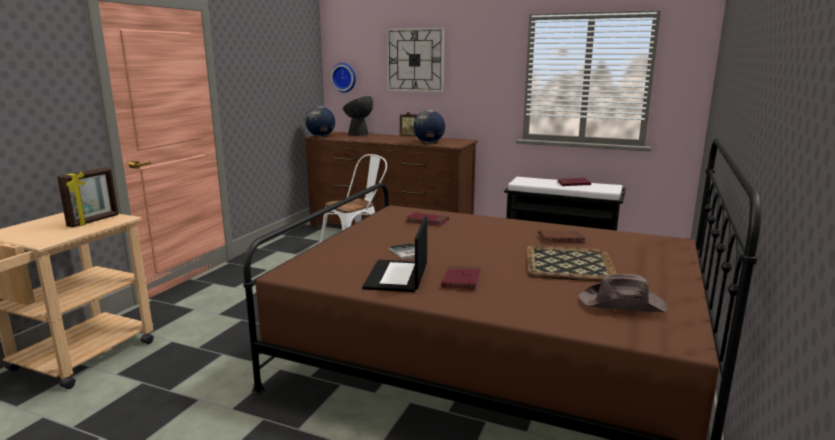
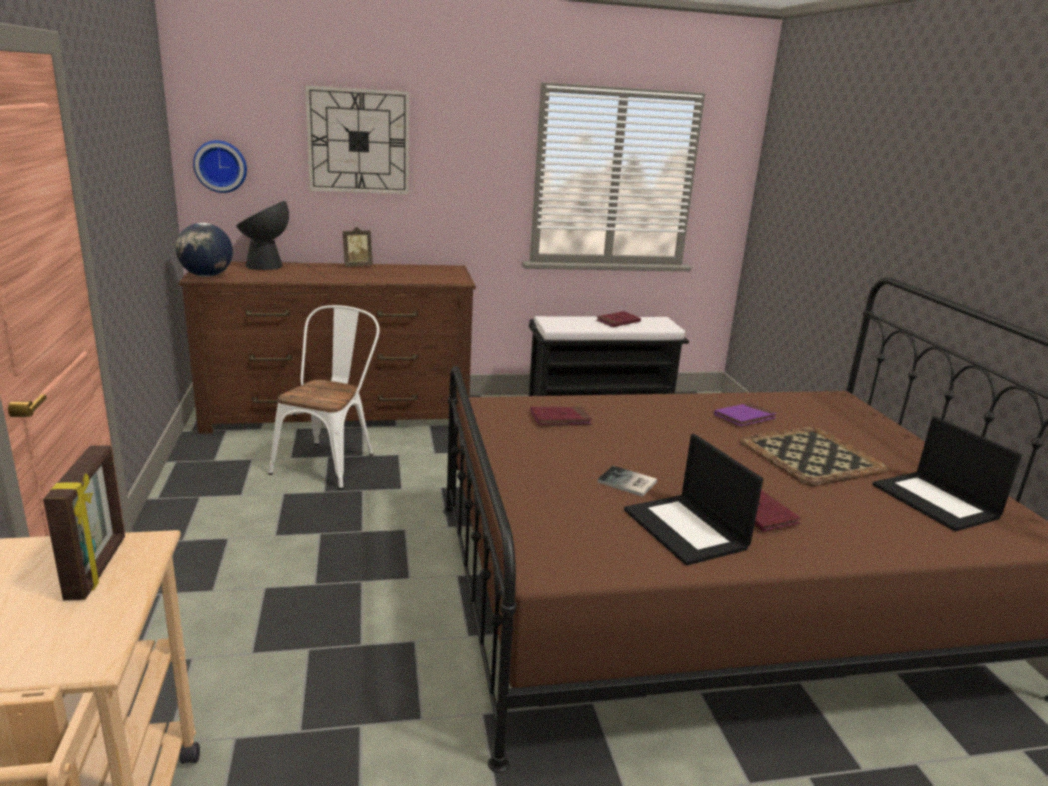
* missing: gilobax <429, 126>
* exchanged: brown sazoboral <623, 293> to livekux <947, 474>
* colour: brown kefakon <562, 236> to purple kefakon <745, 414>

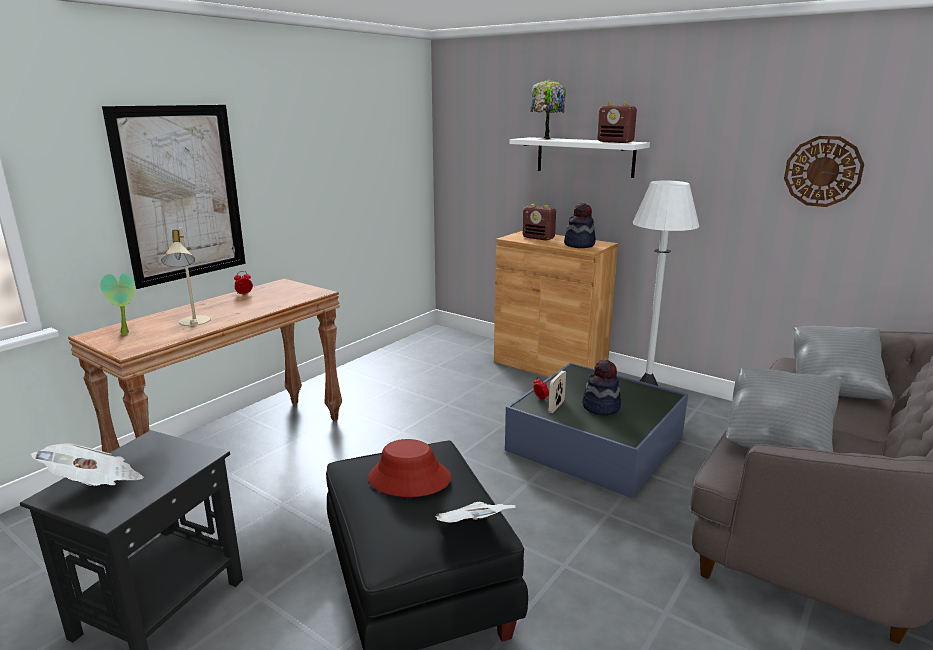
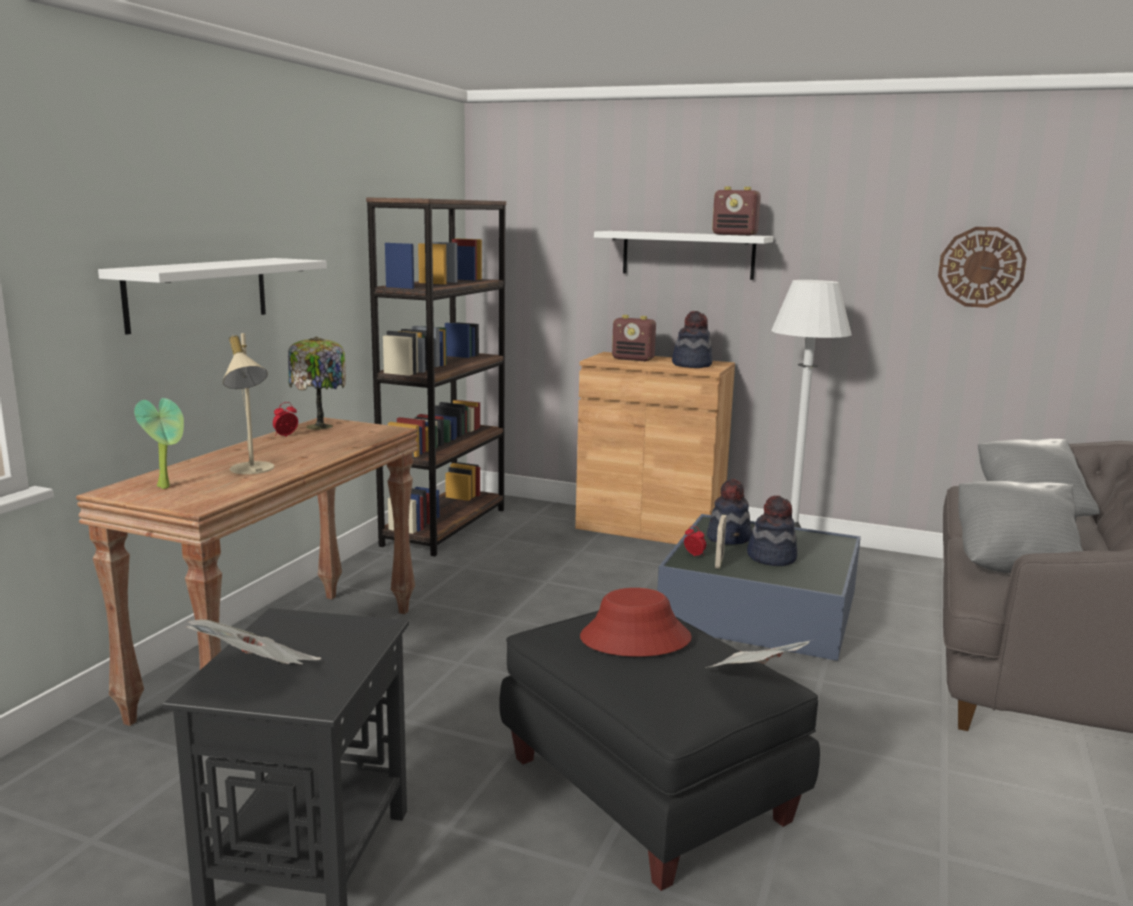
* appeared: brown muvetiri <436, 376>
* appeared: sazoboral <729, 512>
* relocated: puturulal <548, 109> to <317, 383>
* exchanged: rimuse <174, 197> to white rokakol <212, 296>

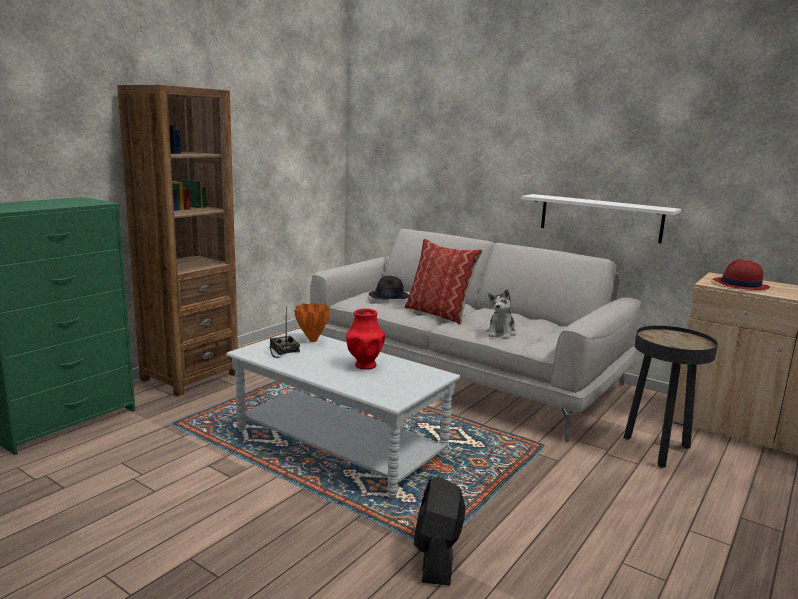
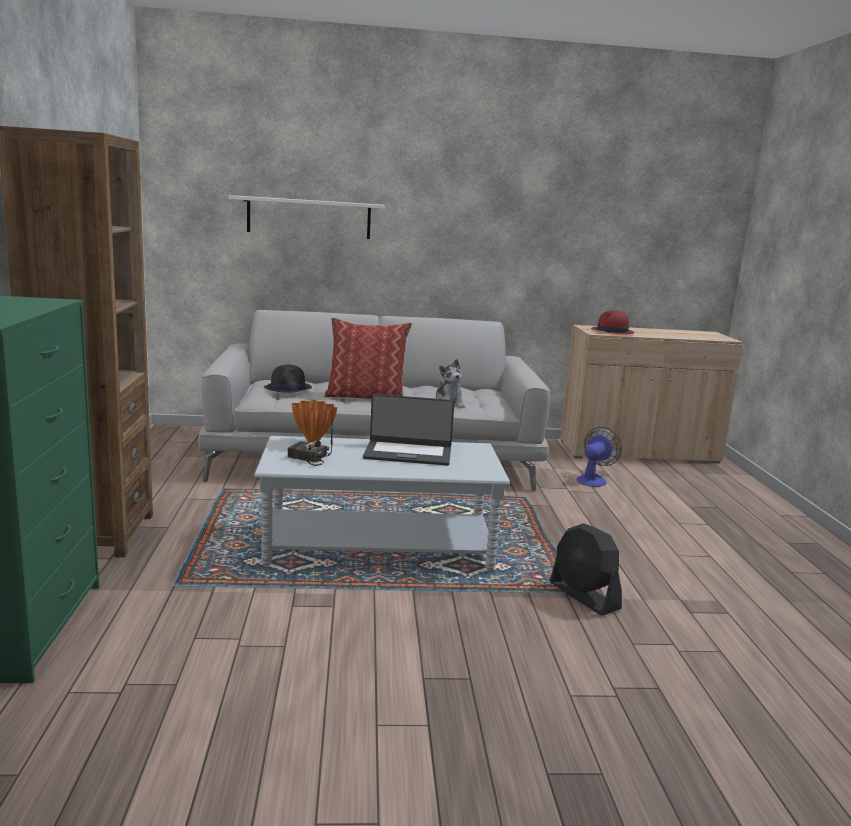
* relocated: white rokakol <601, 218> to <307, 217>
* exchanged: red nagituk <365, 339> to livekux <408, 430>
* exchanged: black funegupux <671, 397> to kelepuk <599, 457>

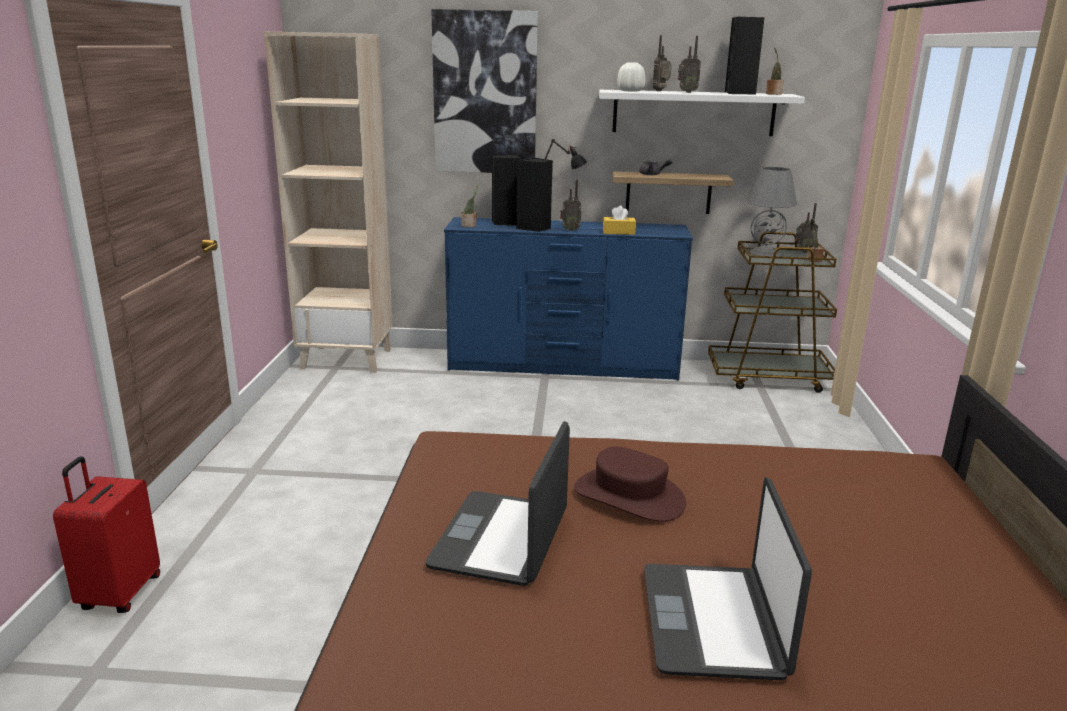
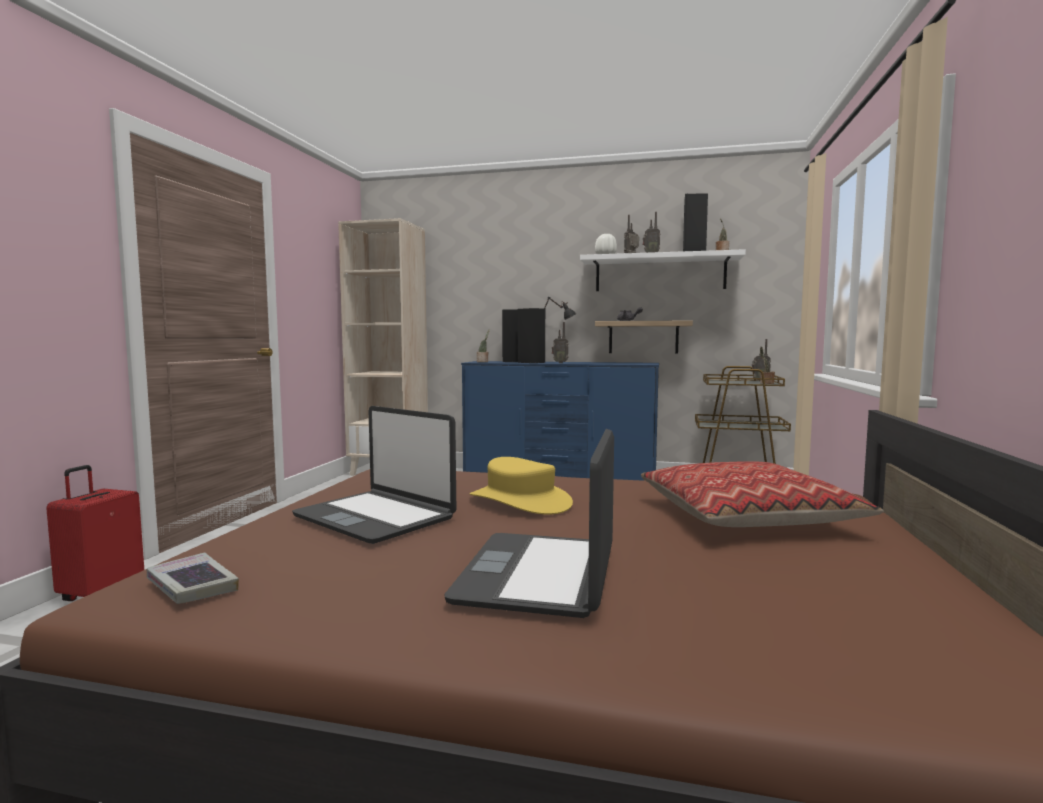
* missing: rimuse <484, 91>
* missing: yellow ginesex <619, 220>
* missing: grey puturulal <772, 211>
* appeared: kefakon <193, 578>
* appeared: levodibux <762, 494>
* colour: brown sazoboral <630, 484> to yellow sazoboral <521, 486>
* spun: livekux <497, 503> = <374, 475> 75 degrees counterclockwise

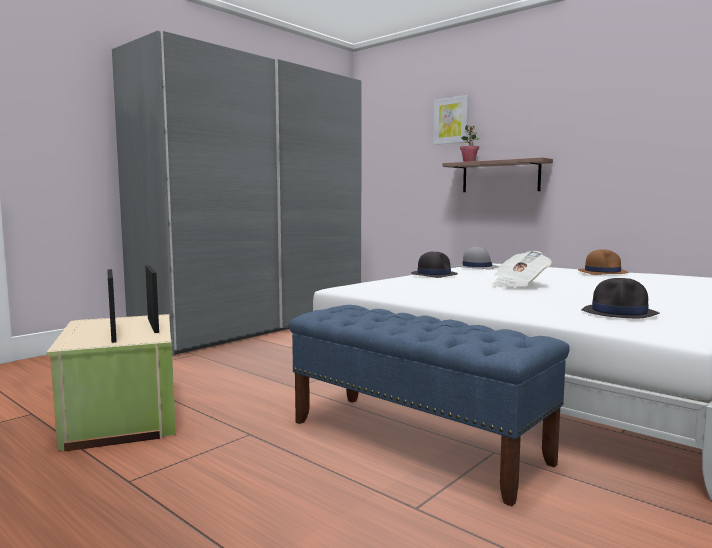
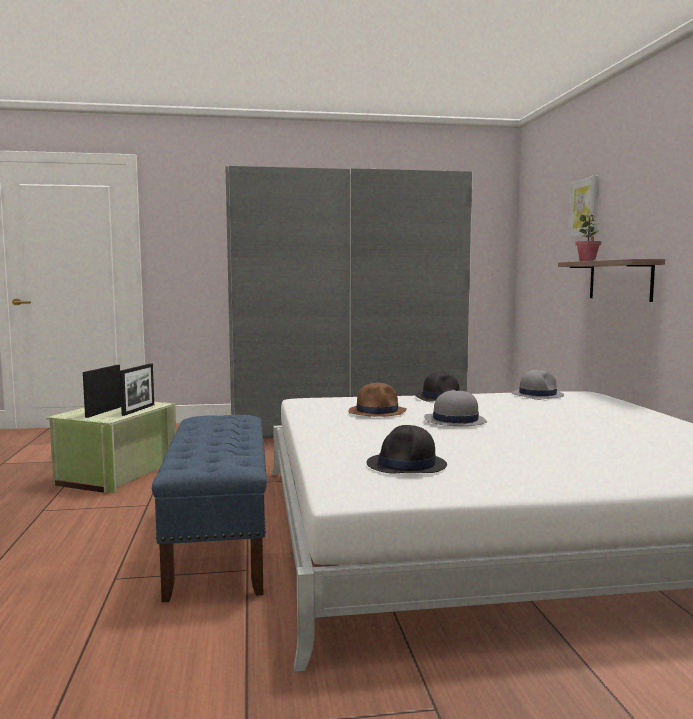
* relocated: brown sazoboral <603, 262> to <377, 400>
* exchanged: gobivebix <522, 269> to grey sazoboral <456, 408>
* colour: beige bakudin <111, 383> to green bakudin <111, 447>

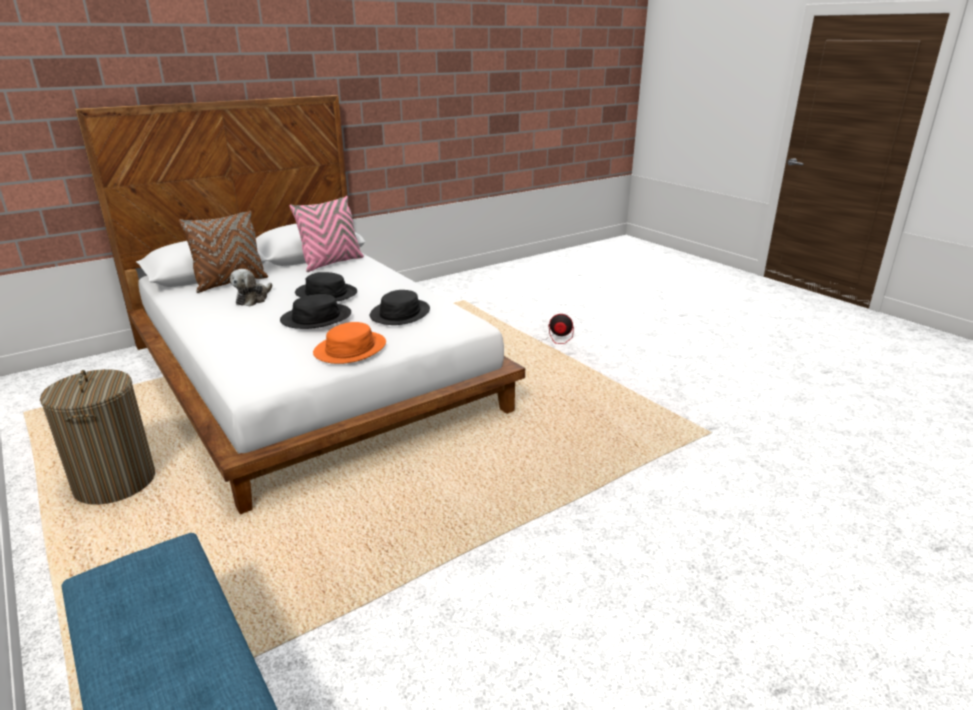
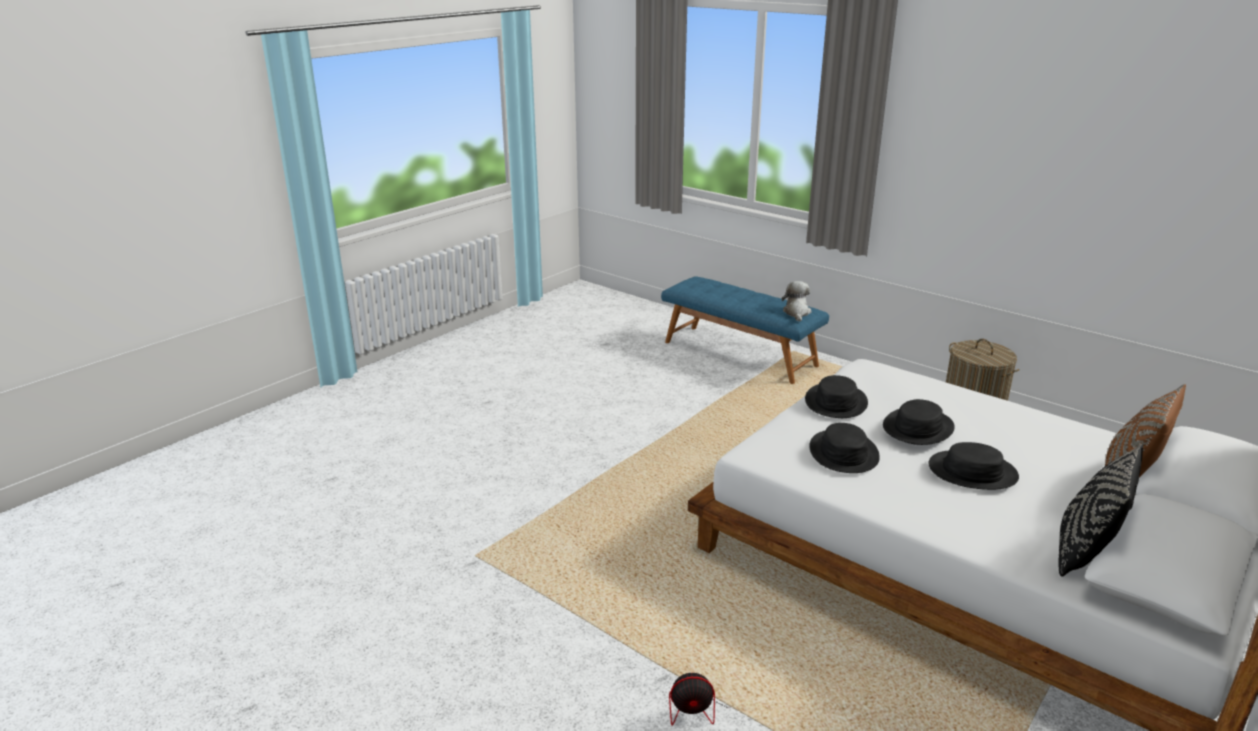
* relocated: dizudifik <251, 287> to <797, 301>
* colour: pink levodibux <326, 234> to black levodibux <1100, 510>
* colour: orange sazoboral <349, 343> to black sazoboral <836, 396>

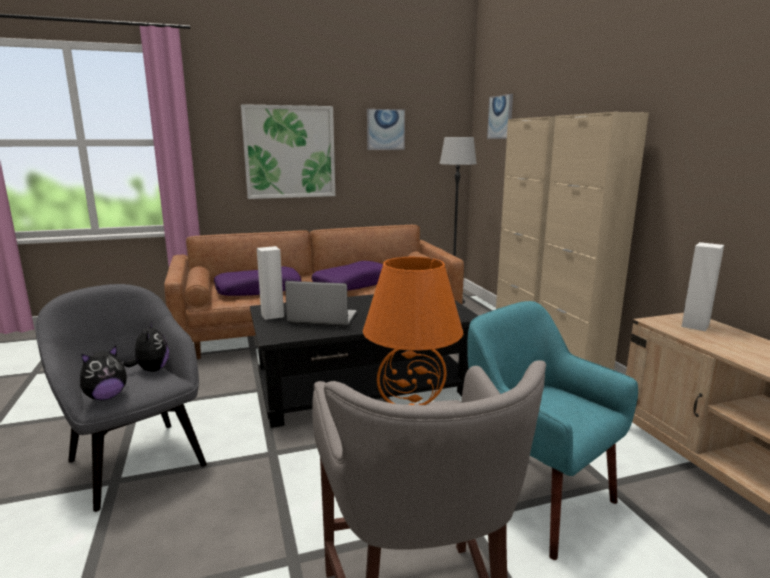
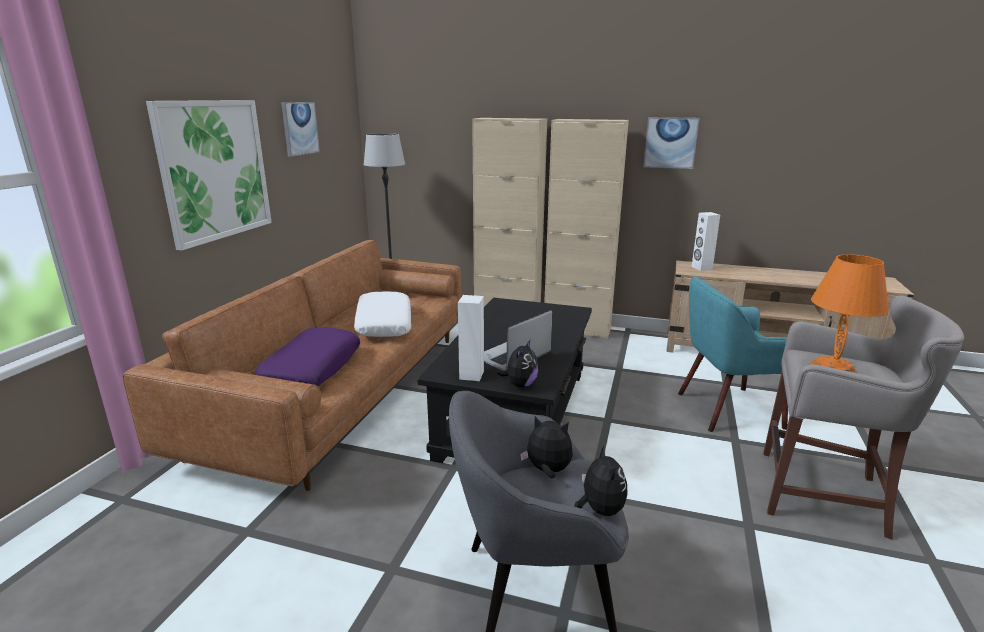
* appeared: dizudifik <517, 364>
* relocated: rimuse <500, 116> to <671, 143>
* colour: purple levodibux <347, 275> to white levodibux <382, 314>

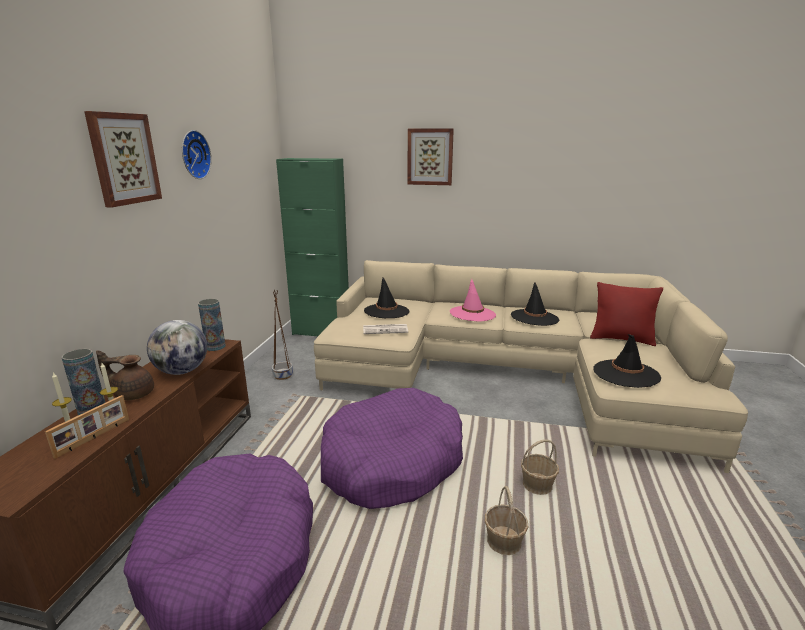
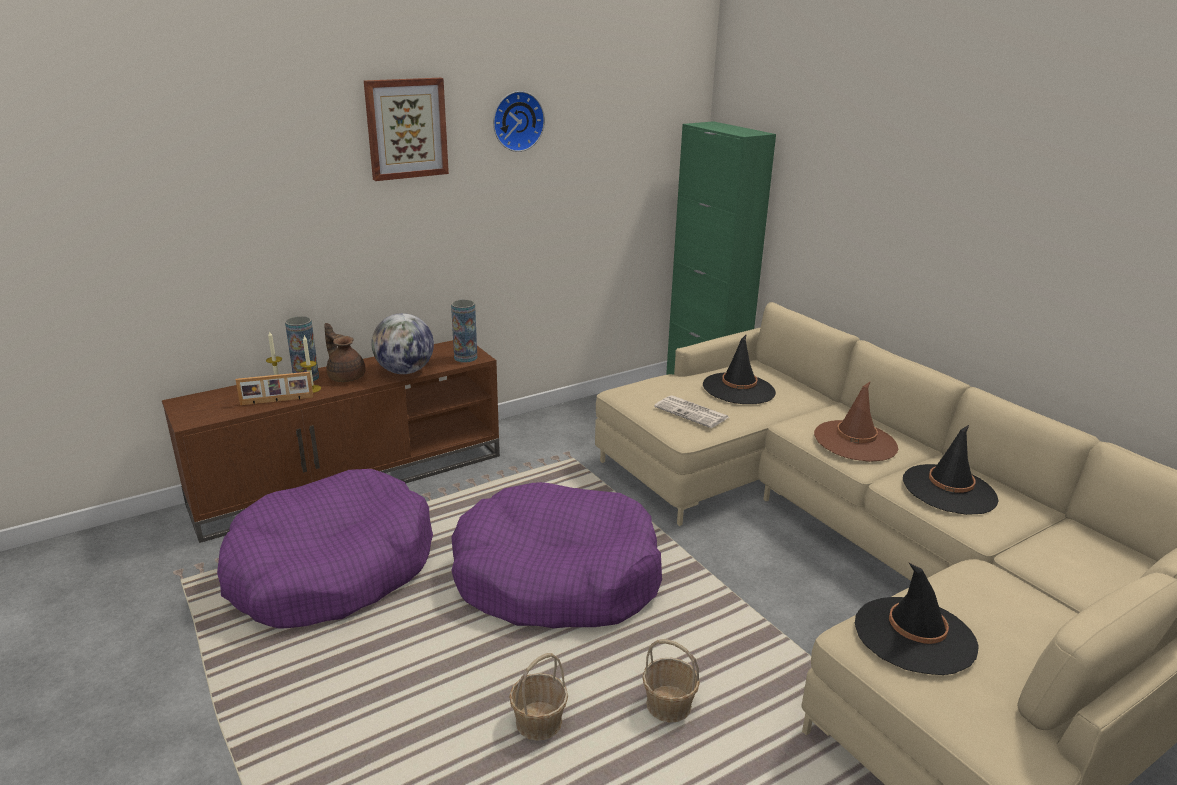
* missing: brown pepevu <282, 334>
* missing: rimuse <431, 156>
* missing: red levodibux <626, 314>
* colour: pink sazoboral <473, 300> to brown sazoboral <856, 421>

